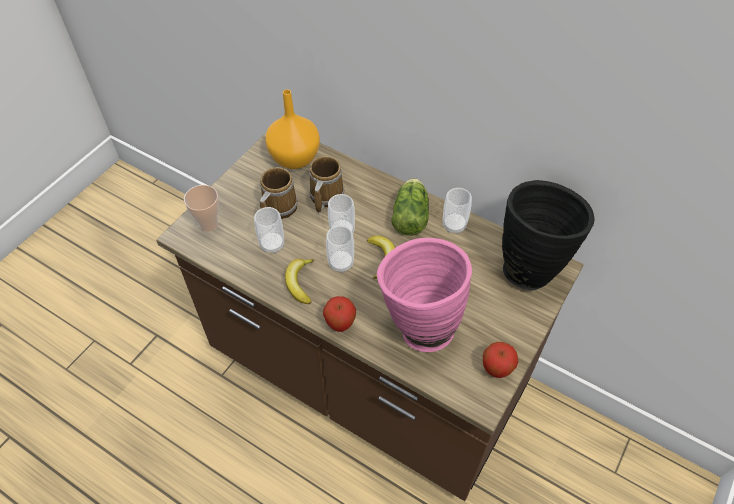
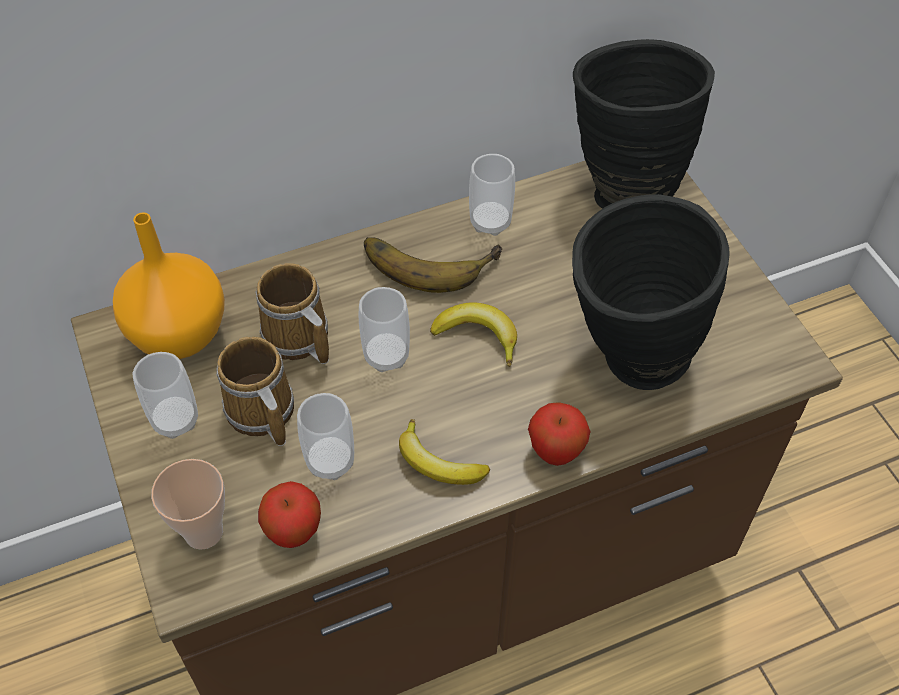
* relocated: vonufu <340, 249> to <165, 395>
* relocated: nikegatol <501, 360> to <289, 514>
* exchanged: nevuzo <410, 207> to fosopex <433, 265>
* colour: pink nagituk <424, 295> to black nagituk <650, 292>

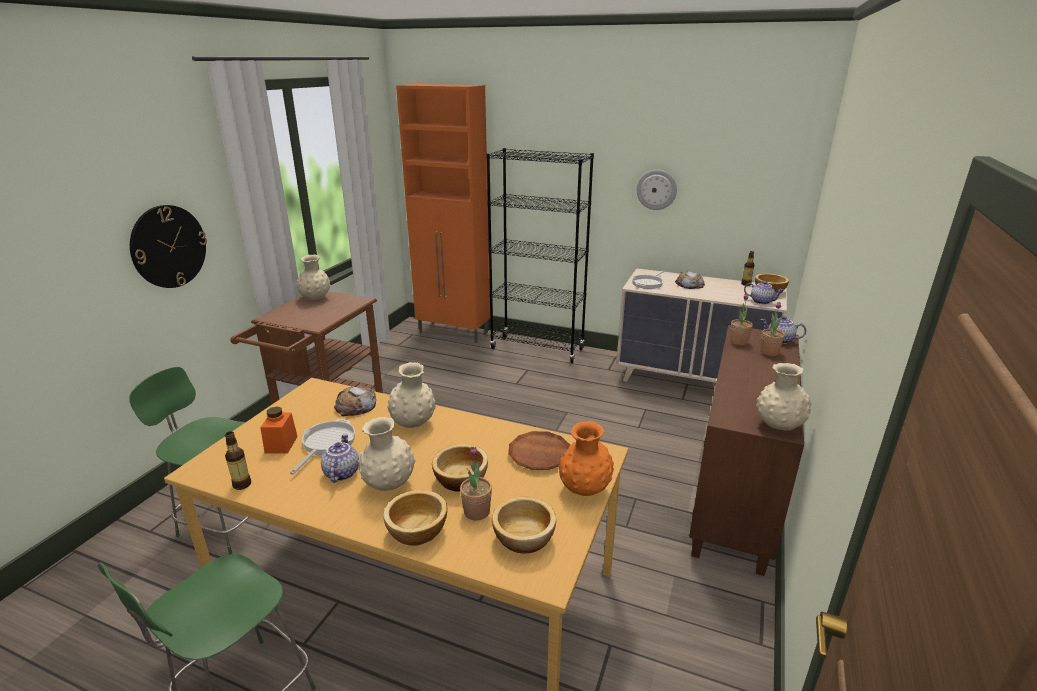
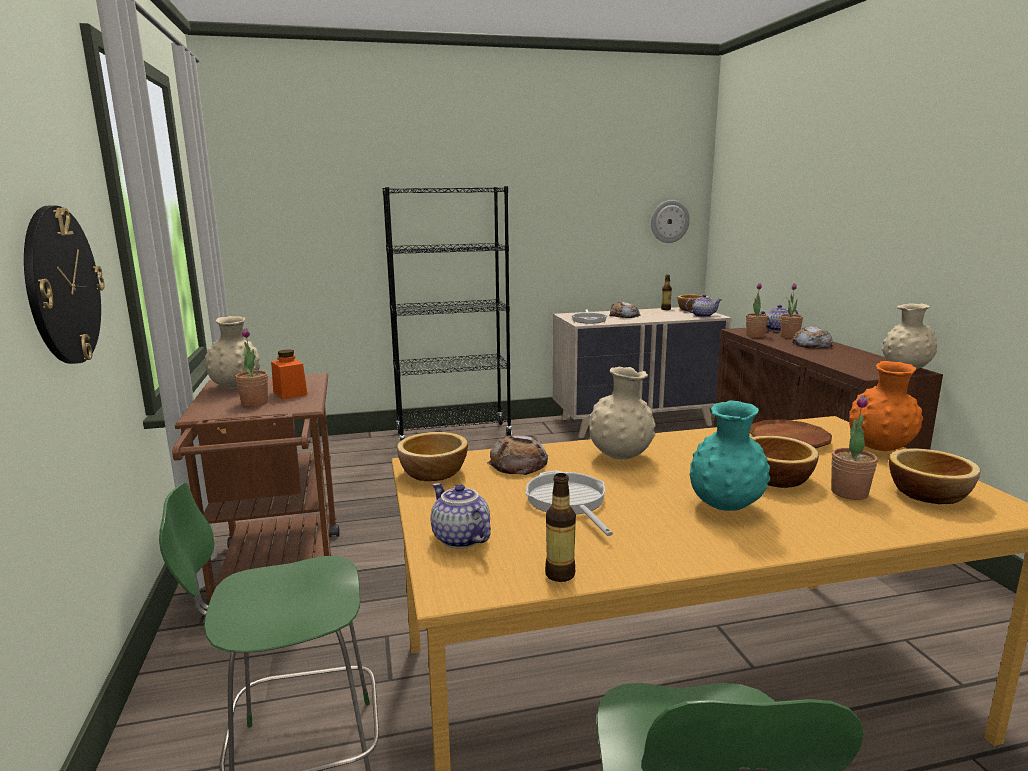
* missing: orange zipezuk <443, 213>
* appeared: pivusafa <251, 367>
* appeared: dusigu <812, 337>
* relocated: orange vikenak <279, 430> to <289, 374>
* relocated: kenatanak <340, 458> to <460, 515>
* relocated: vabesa <415, 518> to <432, 456>
* relocated: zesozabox <657, 190> to <670, 221>
* colour: beige nagituk <387, 454> to turquoise nagituk <730, 455>

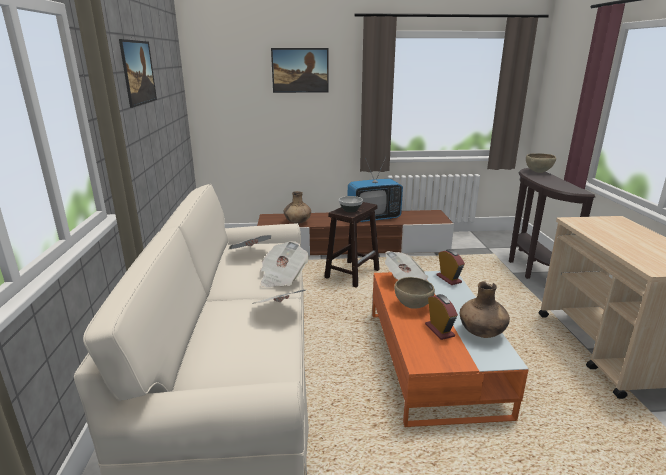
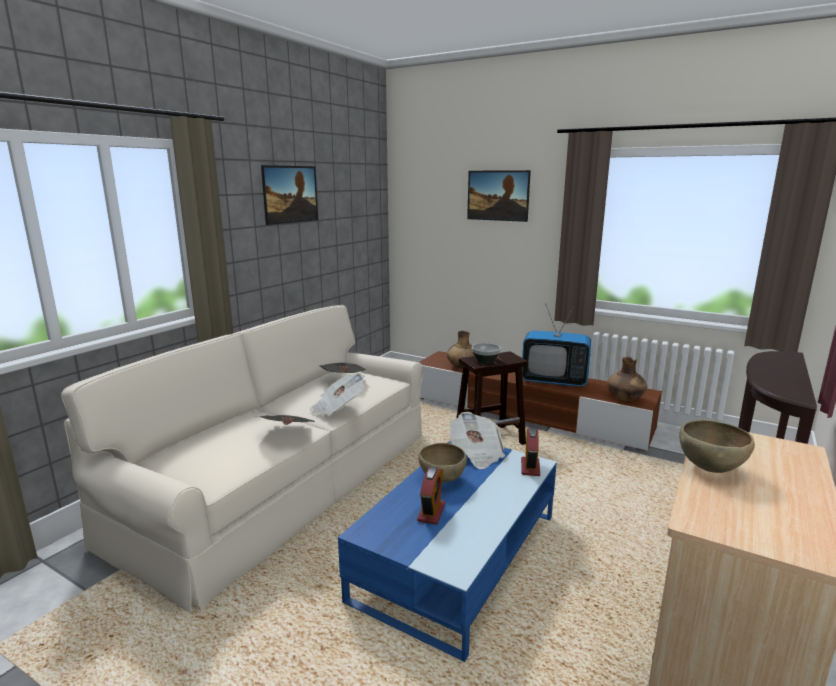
* relocated: brown nagituk <485, 309> to <627, 379>
* relocated: brown vabesa <541, 163> to <717, 446>
* colour: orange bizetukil <450, 349> to blue bizetukil <447, 551>

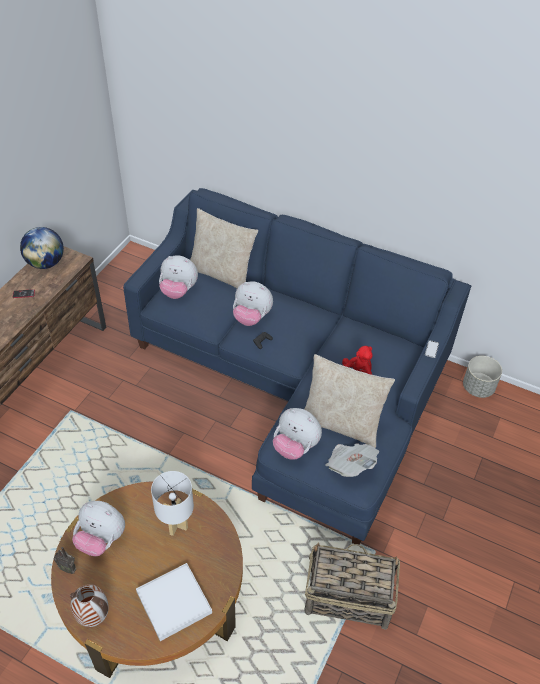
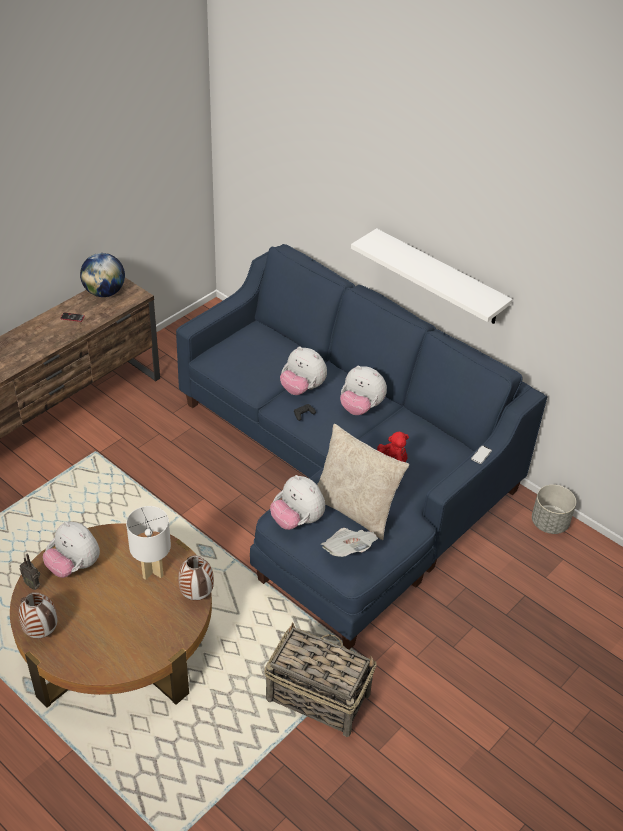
* missing: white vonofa <174, 602>
* missing: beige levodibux <224, 248>
* appeared: nagituk <196, 578>
* appeared: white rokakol <432, 276>
* relocated: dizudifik <178, 277> to <363, 390>

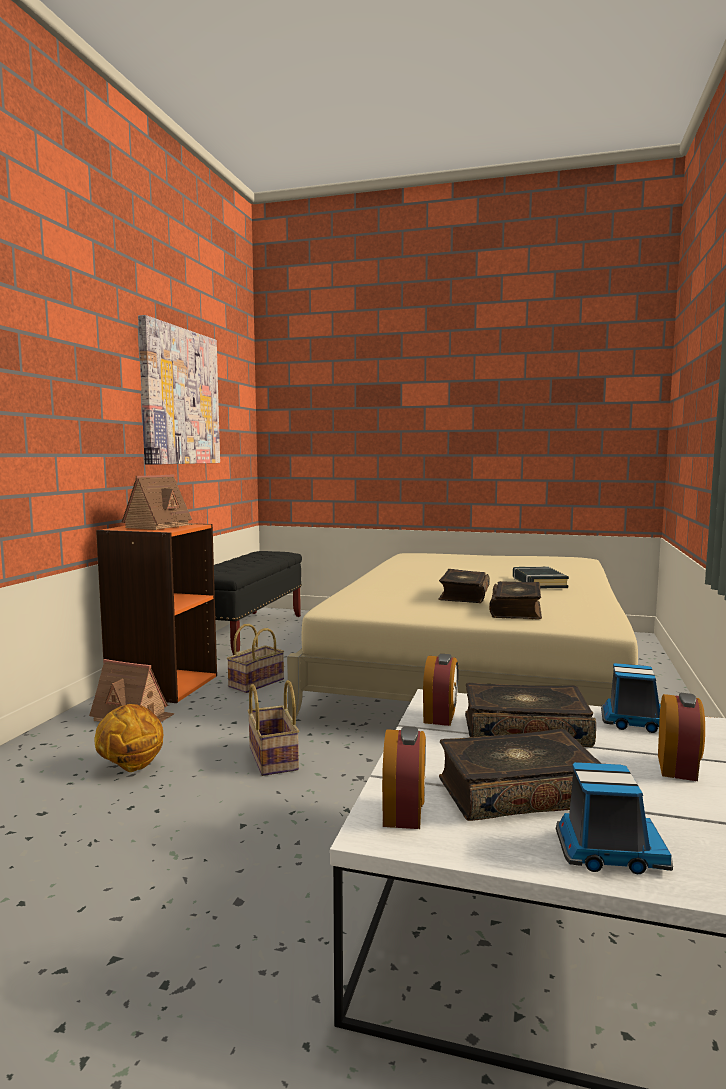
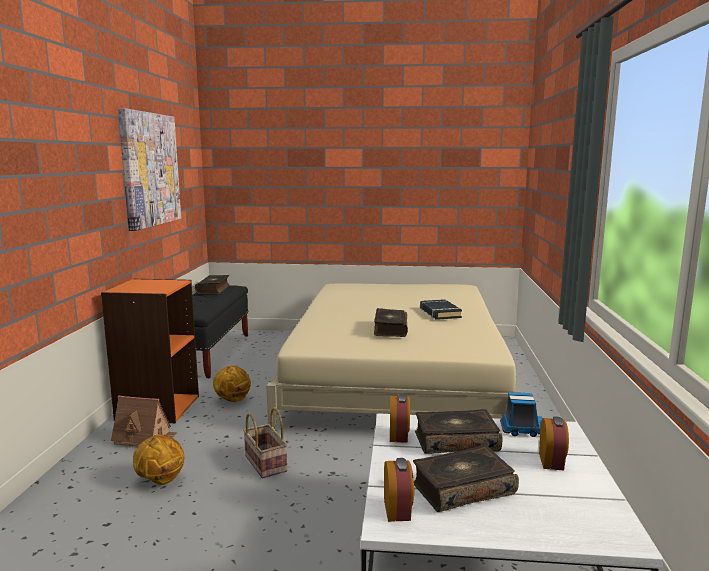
* missing: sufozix <158, 502>
* missing: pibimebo <614, 818>
* relocated: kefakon <515, 600> to <212, 284>
* exchanged: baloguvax <255, 658> to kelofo <232, 384>

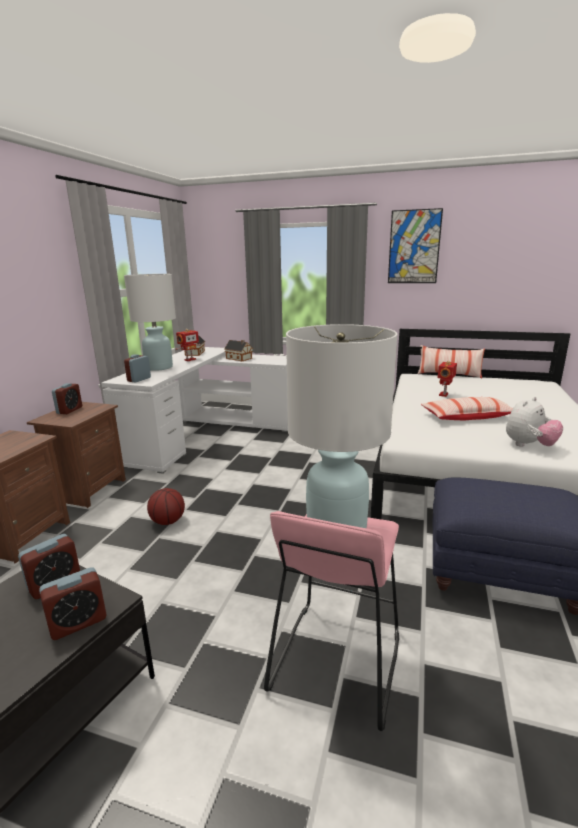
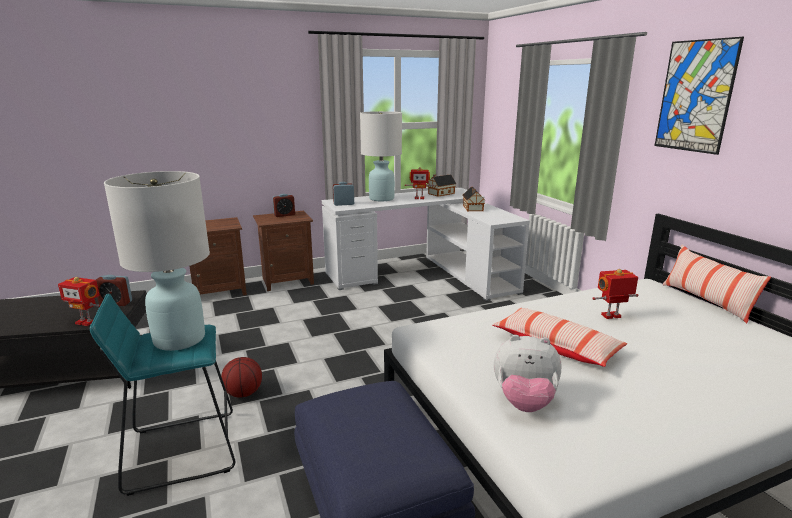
* relocated: kelofo <166, 506> to <241, 377>
* exchanged: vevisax <73, 603> to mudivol <79, 301>
* colour: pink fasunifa <331, 621> to turquoise fasunifa <162, 395>

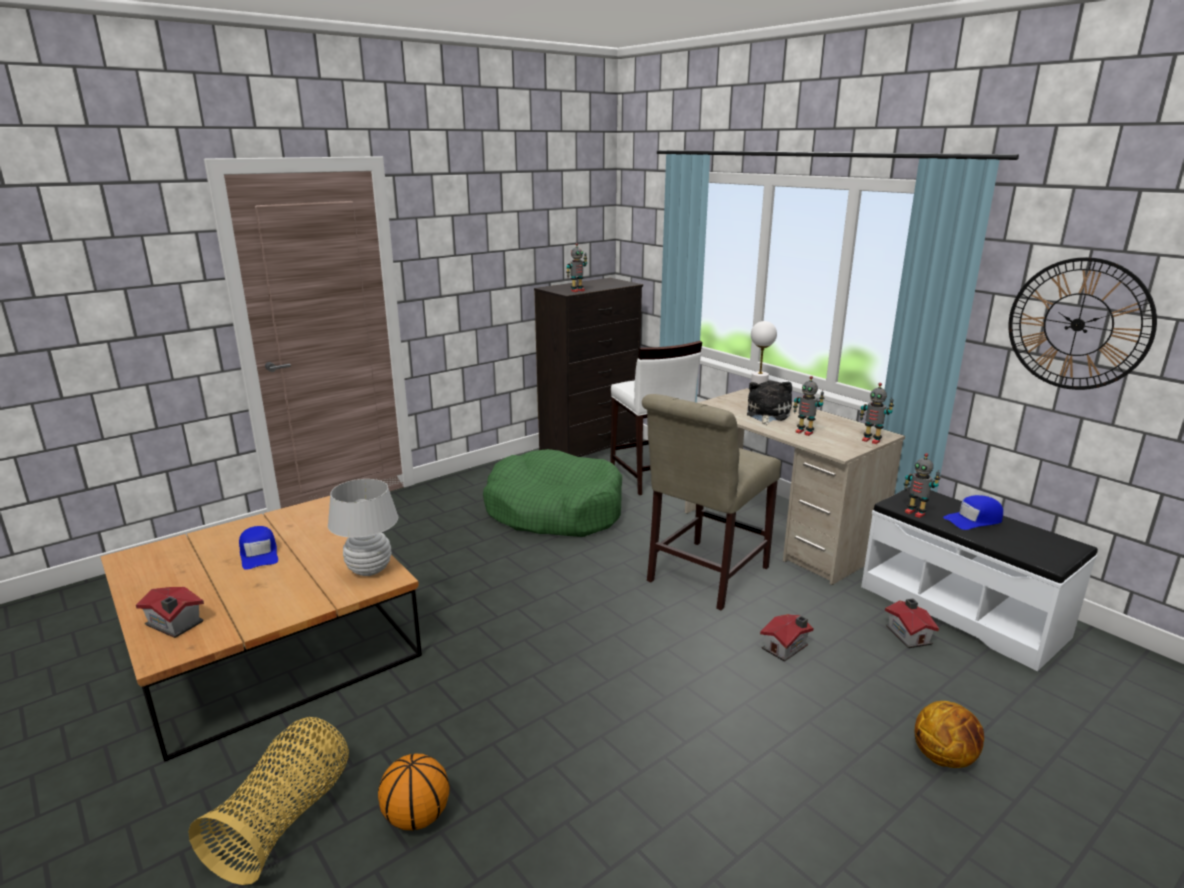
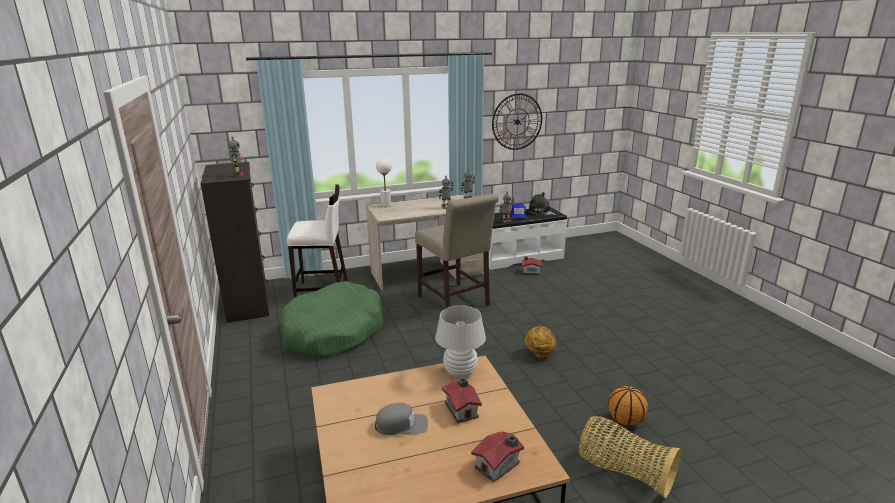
* relocated: dizudifik <769, 403> to <542, 203>
* relocated: sufozix <786, 638> to <462, 400>
* relocated: kelofo <949, 734> to <540, 342>
* colour: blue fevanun <258, 548> to grey fevanun <401, 419>

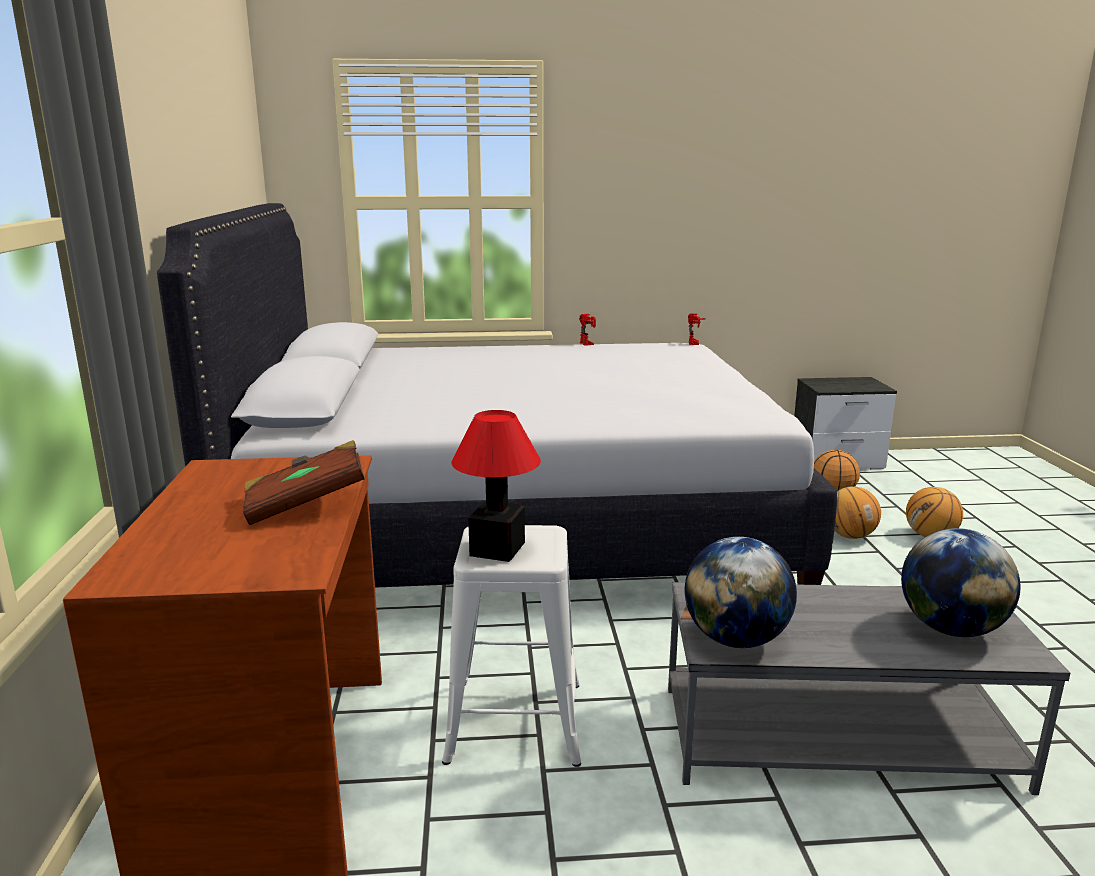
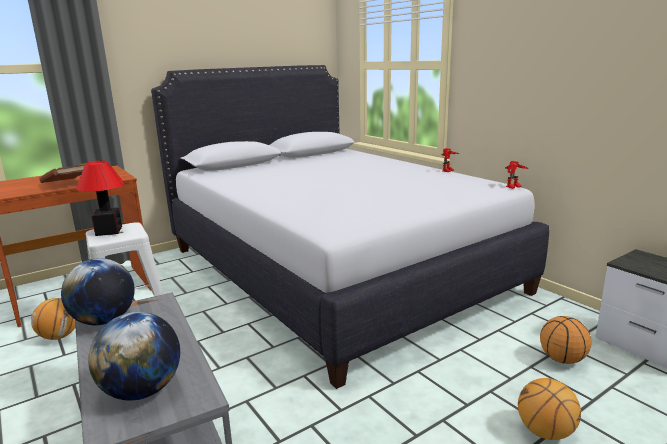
* relocated: kelofo <857, 512> to <53, 319>

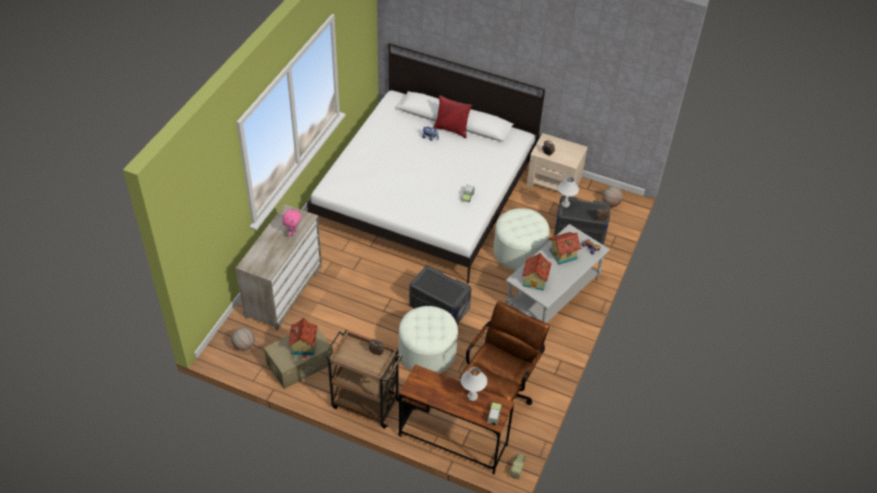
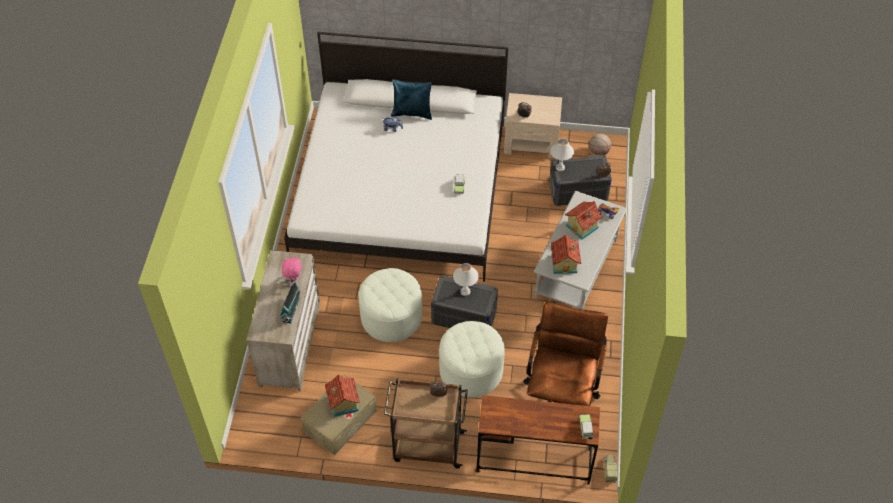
* missing: kelofo <243, 339>
* appeared: sufozix <290, 302>
* relocated: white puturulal <474, 384> to <466, 279>
* relocated: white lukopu <521, 239> to <390, 305>
* colour: red levodibux <452, 116> to blue levodibux <411, 99>

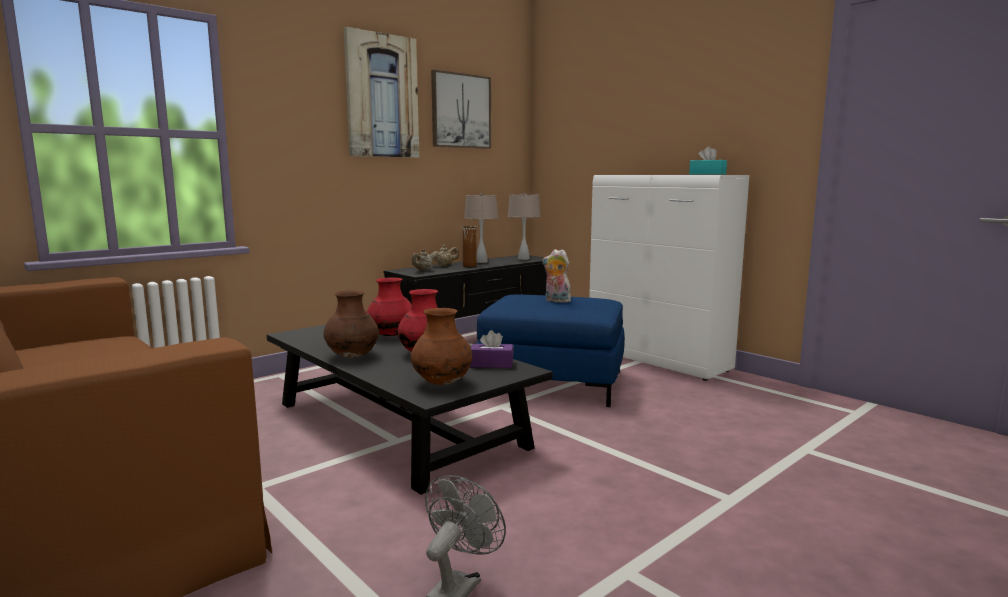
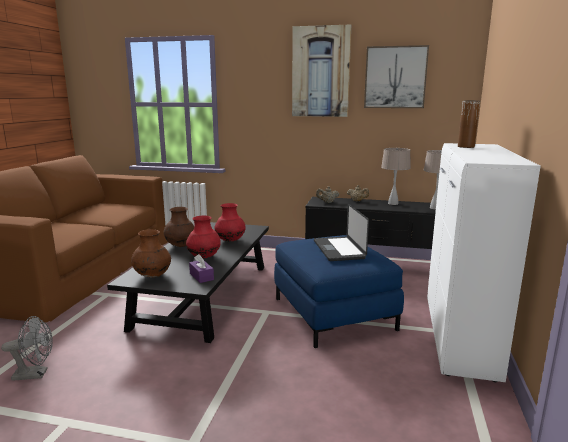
* missing: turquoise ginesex <708, 160>
* relocated: brown nagituk <469, 246> to <469, 124>
* exchanged: dizudifik <556, 276> to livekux <341, 232>

